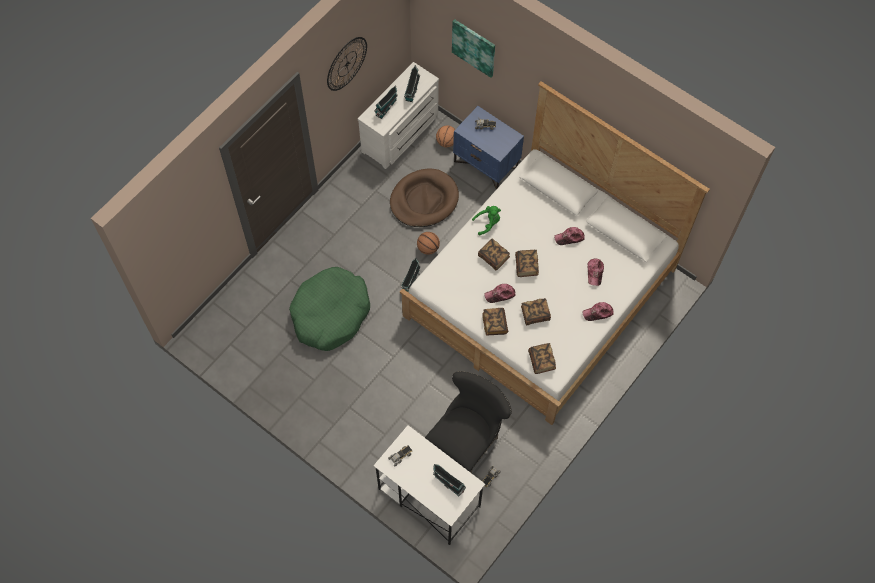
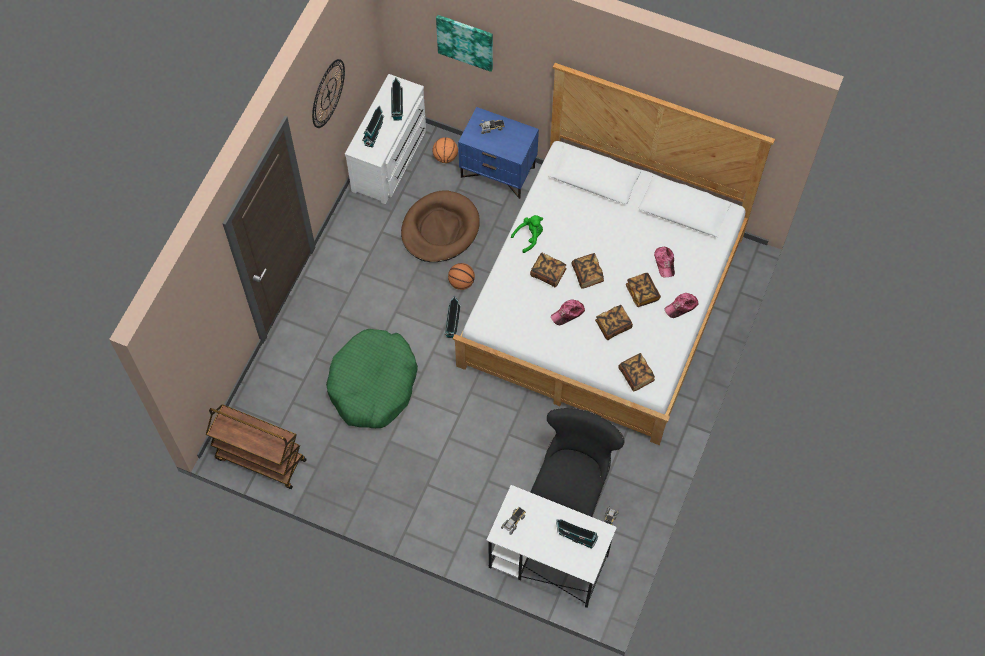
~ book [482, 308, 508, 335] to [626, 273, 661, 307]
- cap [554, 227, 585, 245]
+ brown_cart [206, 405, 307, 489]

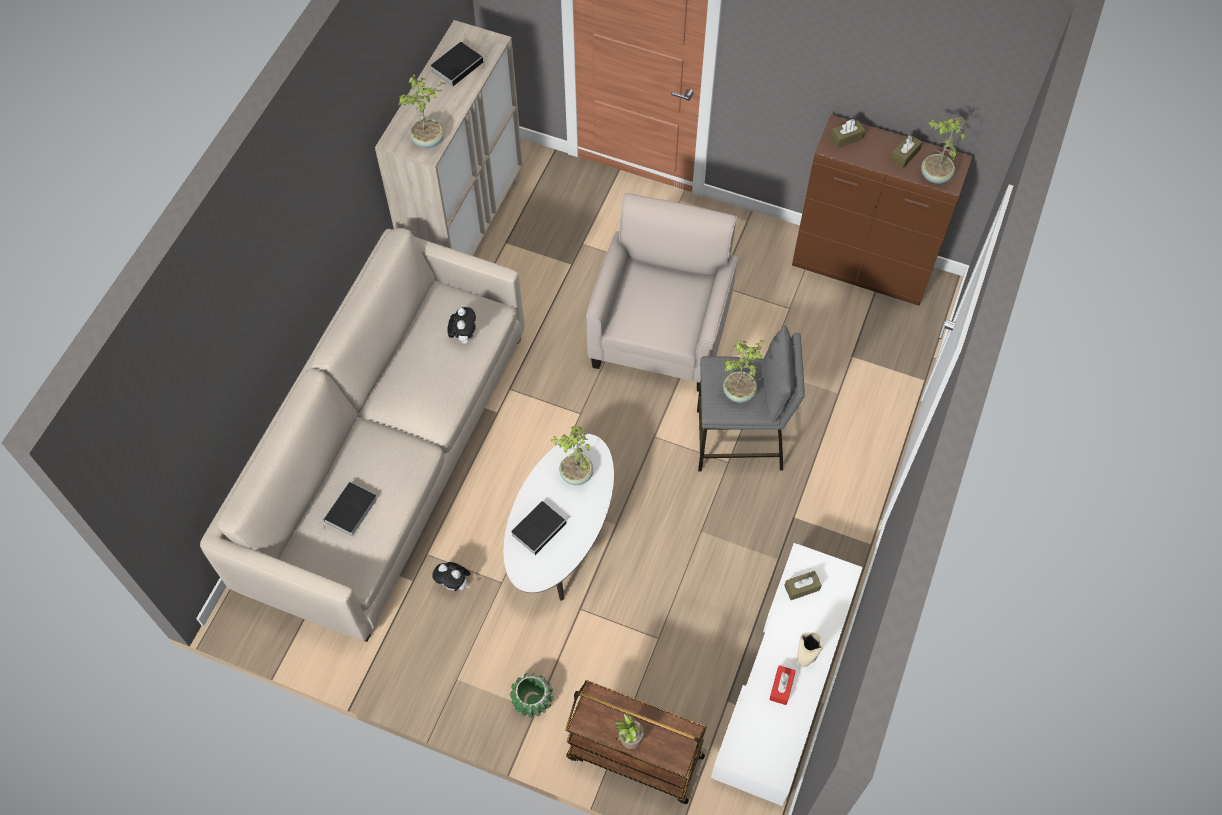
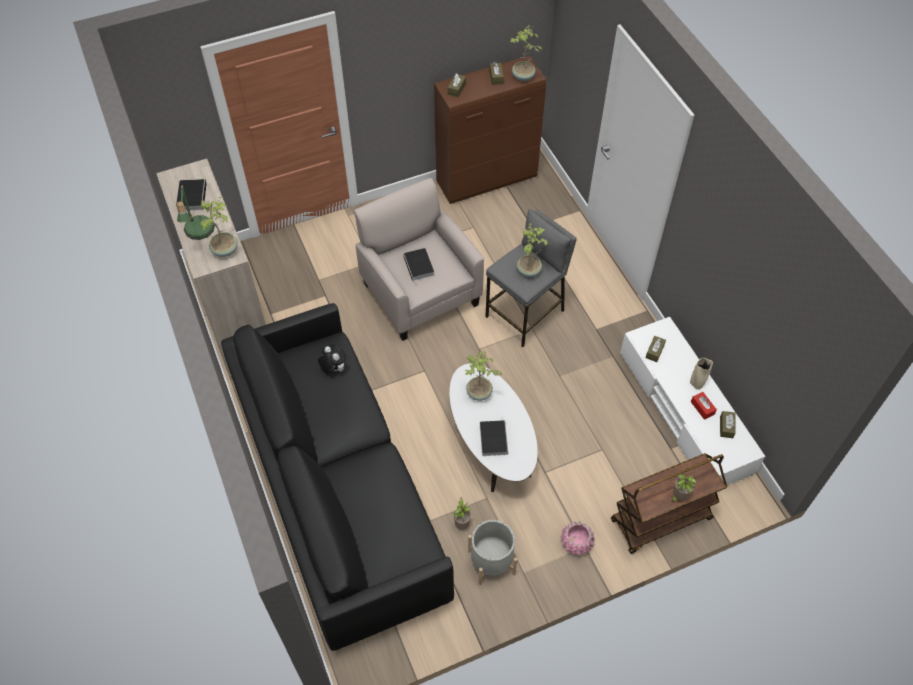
~ beige_sofa [200, 228, 524, 642] to black_sofa [221, 303, 454, 651]
~ book [321, 482, 377, 536] to [403, 248, 434, 284]
~ plush_toy [432, 562, 470, 591] to potted_plant [453, 497, 472, 529]
~ green_planter [510, 673, 553, 718] to pink_planter [560, 522, 595, 555]
+ table_lamp [176, 184, 215, 240]
+ grey_planter [468, 520, 518, 585]
+ brown_tissue_box [720, 411, 736, 438]

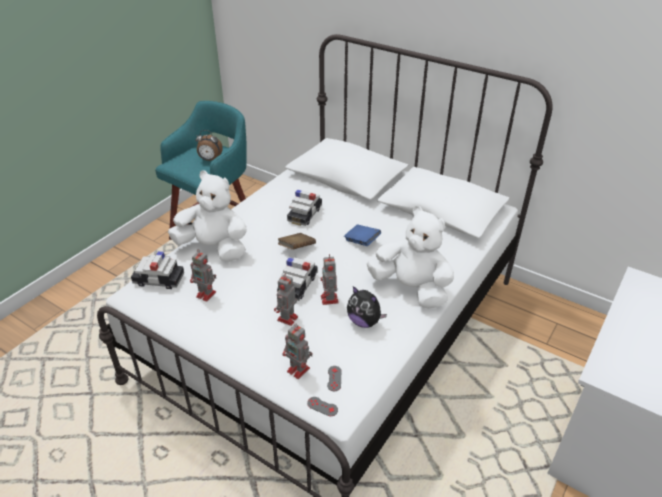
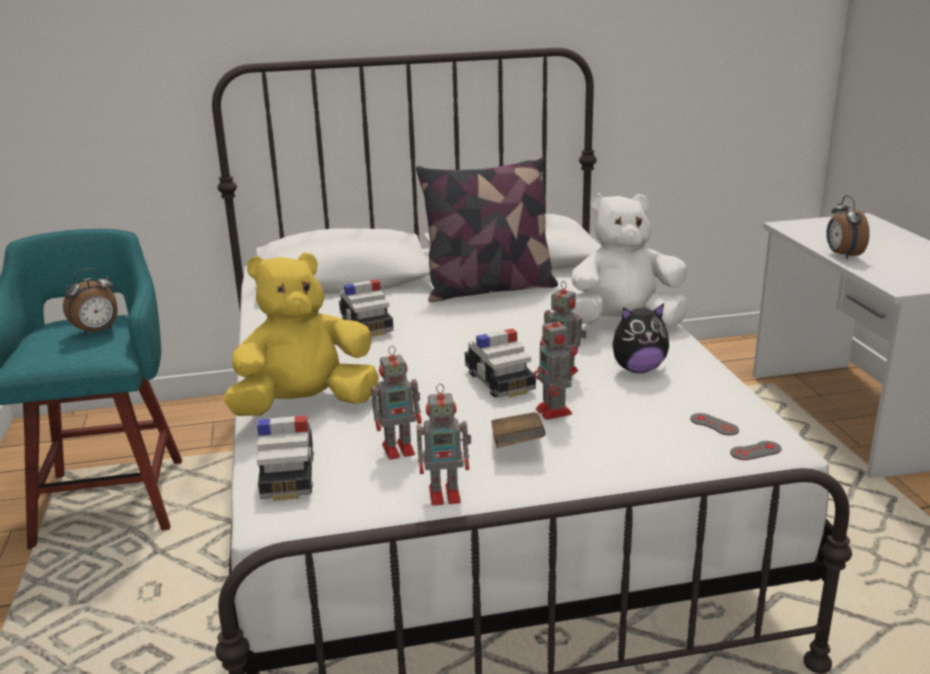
~ toy_car [131, 251, 184, 289] = [257, 415, 314, 501] 60 degrees counterclockwise
~ white_plush_toy [168, 170, 247, 262] to yellow_plush_toy [223, 252, 379, 416]
~ brown_book [278, 233, 316, 250] to [491, 412, 545, 448]
~ toy_robot [282, 323, 313, 379] to [416, 383, 471, 506]
- blue_book [344, 224, 381, 246]
+ pillow [416, 157, 558, 302]
+ alarm_clock [826, 195, 870, 259]

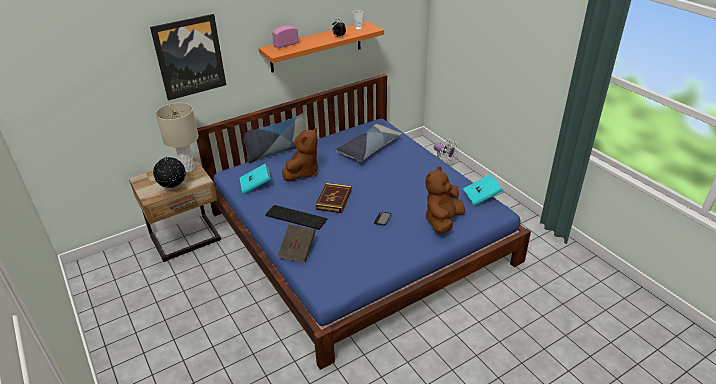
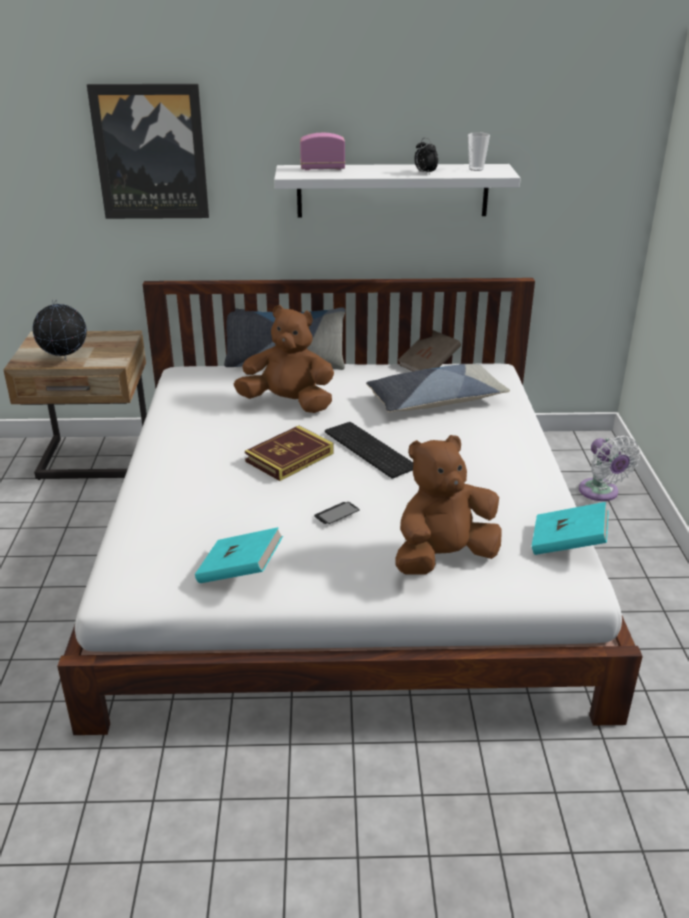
- beige_table_lamp [156, 103, 199, 172]
~ blue_bed [196, 74, 531, 370] to white_bed [57, 278, 643, 735]
~ turquoise_book [240, 164, 271, 194] to [195, 527, 283, 583]
~ orange_shelf [259, 21, 384, 73] to white_shelf [274, 164, 521, 217]
~ keyboard [265, 205, 327, 230] to [325, 422, 413, 479]
~ brown_book [278, 224, 316, 263] to [398, 330, 461, 371]
~ brown_plush_toy [282, 128, 318, 181] = [233, 305, 334, 413] 135 degrees counterclockwise

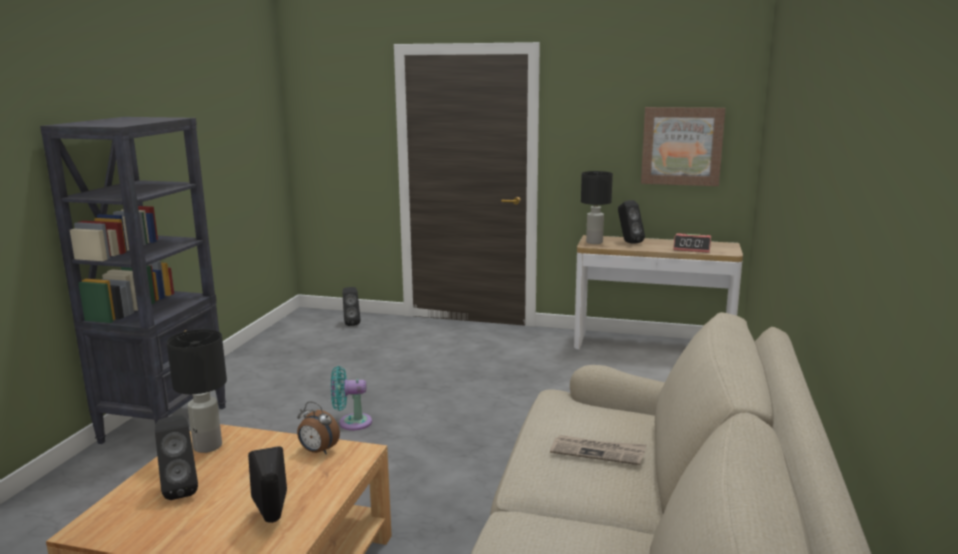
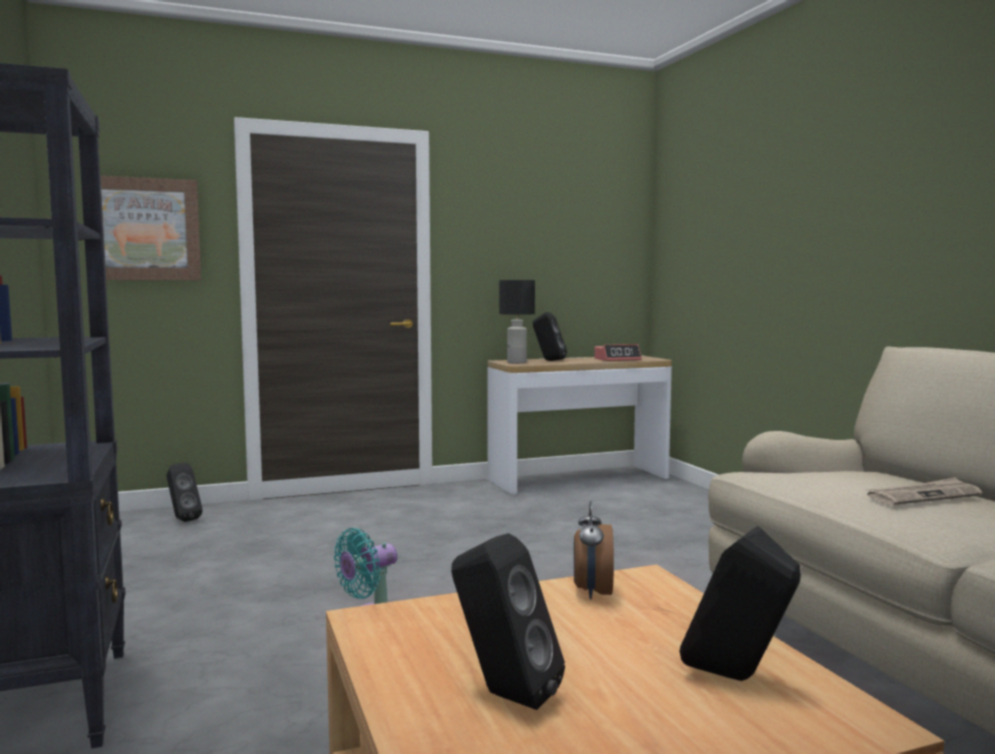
- black_table_lamp [167, 329, 227, 453]
~ alarm_clock [297, 402, 340, 454] = [574, 501, 614, 599] 105 degrees clockwise
~ picture [641, 107, 725, 186] to [100, 176, 201, 280]

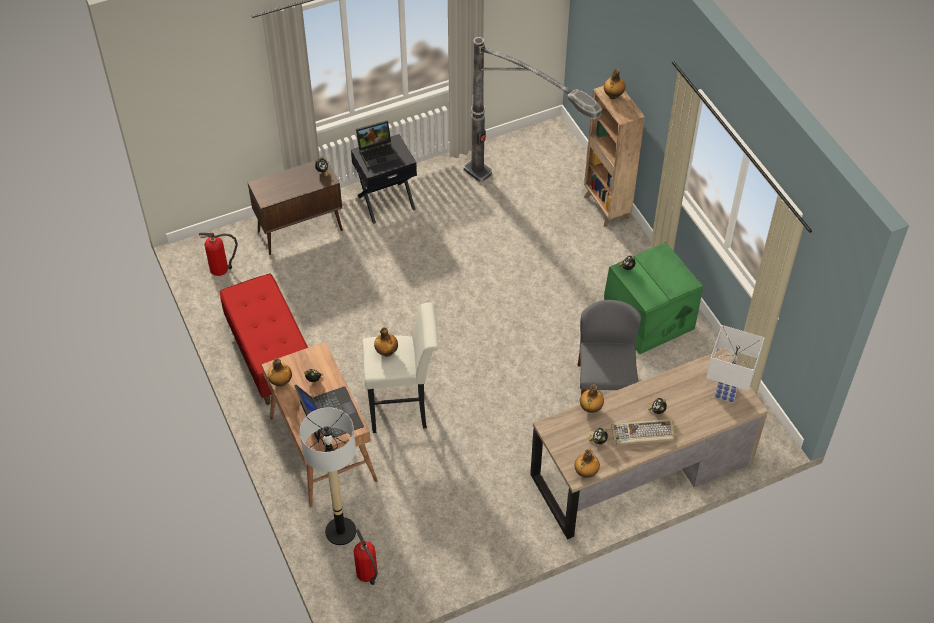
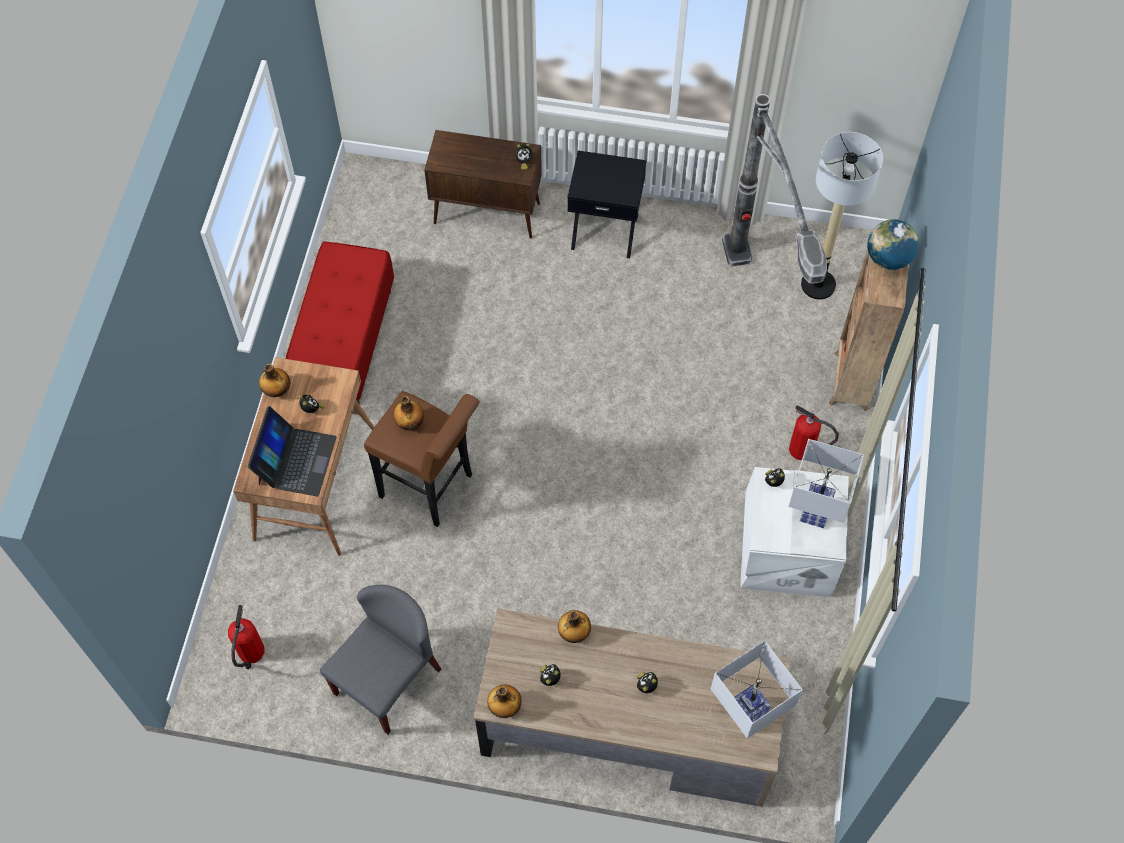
~ fire_extinguisher [199, 233, 238, 276] to [789, 406, 839, 460]
~ floor_lamp [300, 407, 356, 545] to [801, 132, 883, 300]
- laptop [356, 121, 399, 169]
~ white_stool [362, 303, 439, 433] to brown_stool [364, 391, 480, 527]
~ grey_chair [578, 300, 641, 395] to [320, 585, 442, 734]
~ bottle [604, 69, 625, 99] to globe [867, 219, 919, 270]
~ green_storage_box [604, 242, 703, 355] to white_storage_box [740, 467, 849, 597]
- keyboard [611, 419, 675, 445]
+ white_table_lamp [788, 439, 864, 528]

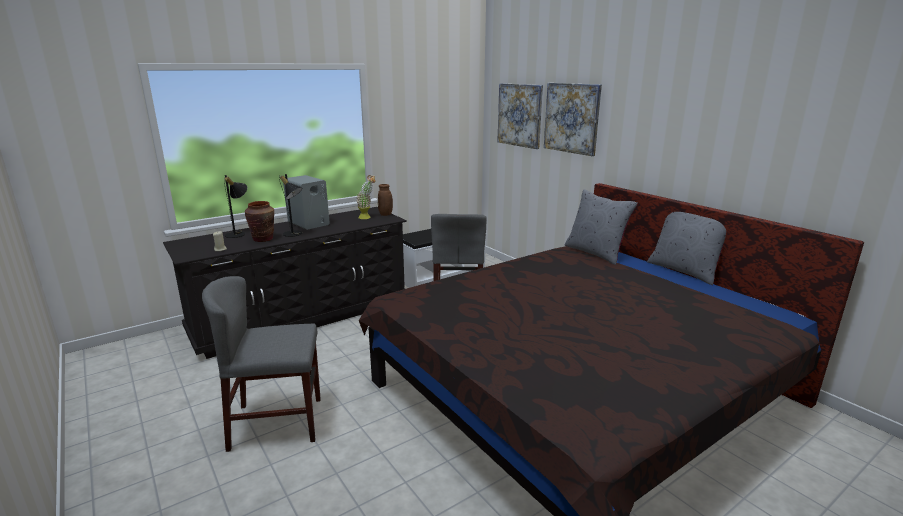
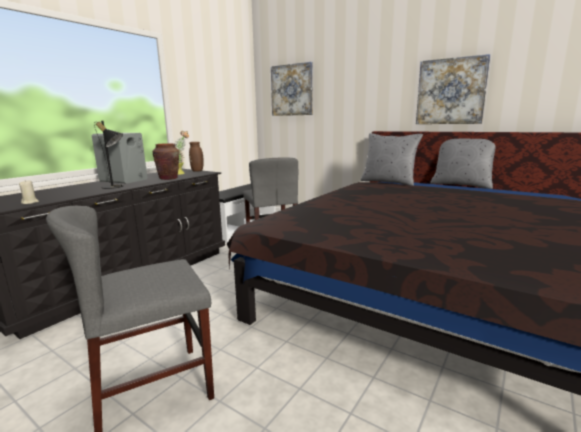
- black_table_lamp [224, 175, 247, 238]
~ brown_vase [245, 201, 274, 242] to [152, 143, 180, 180]
~ picture [544, 83, 602, 156] to [416, 54, 491, 124]

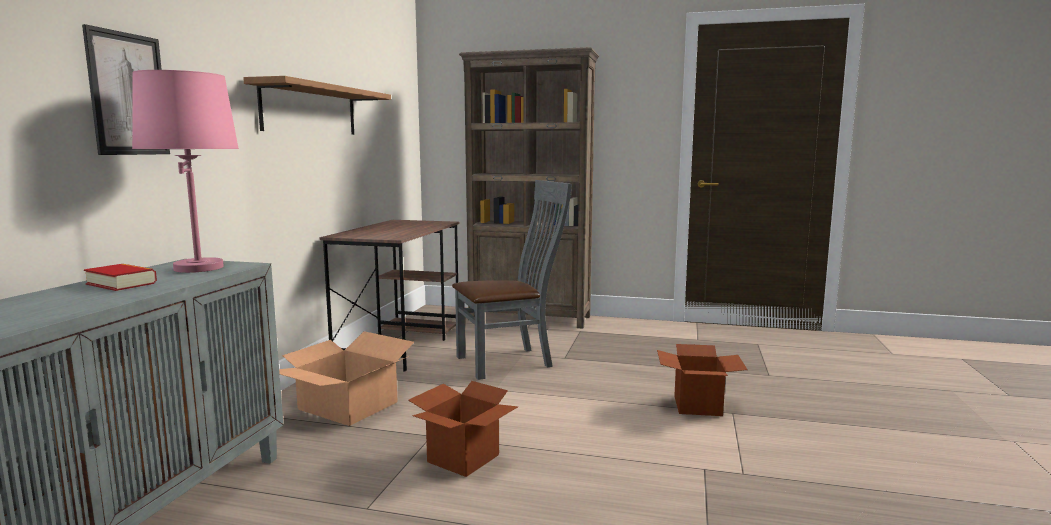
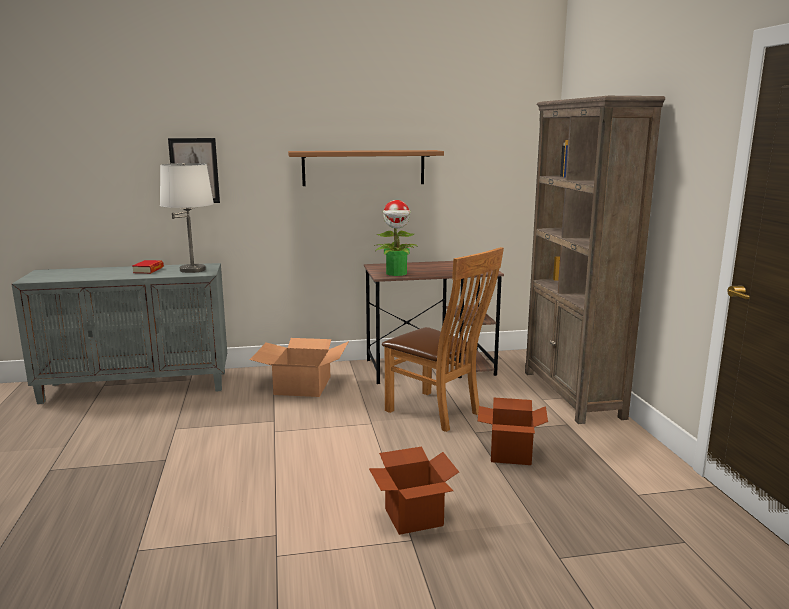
~ pink_table_lamp [132, 70, 239, 273] to white_table_lamp [160, 163, 214, 273]
~ cardboard_box [408, 381, 518, 477] to [478, 398, 548, 465]
~ grey_chair [452, 180, 572, 380] to brown_chair [382, 247, 504, 432]
+ potted_plant [374, 200, 418, 276]

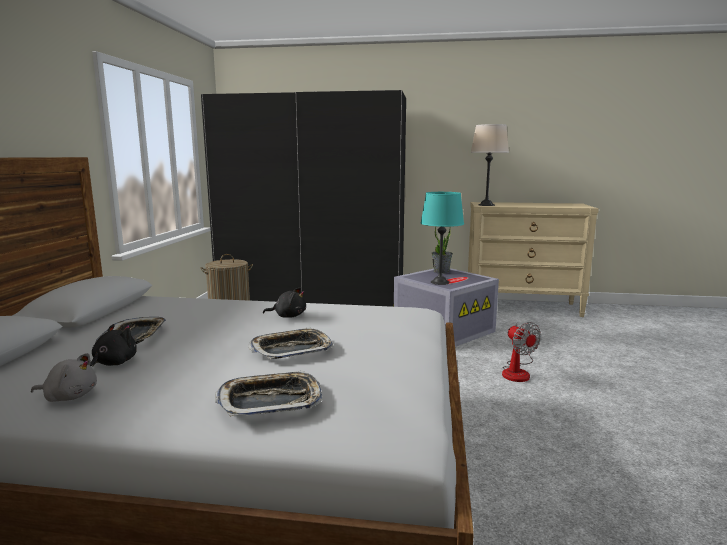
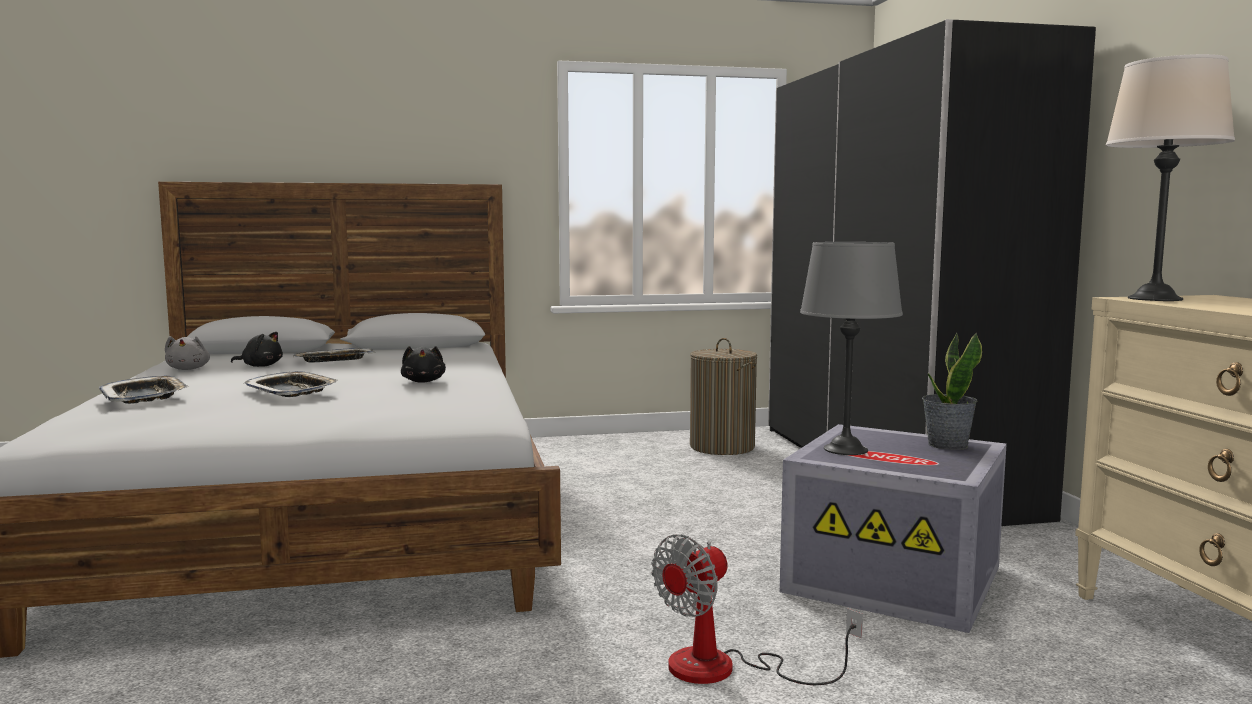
~ turquoise_table_lamp [421, 192, 464, 285] to grey_table_lamp [800, 242, 903, 455]

